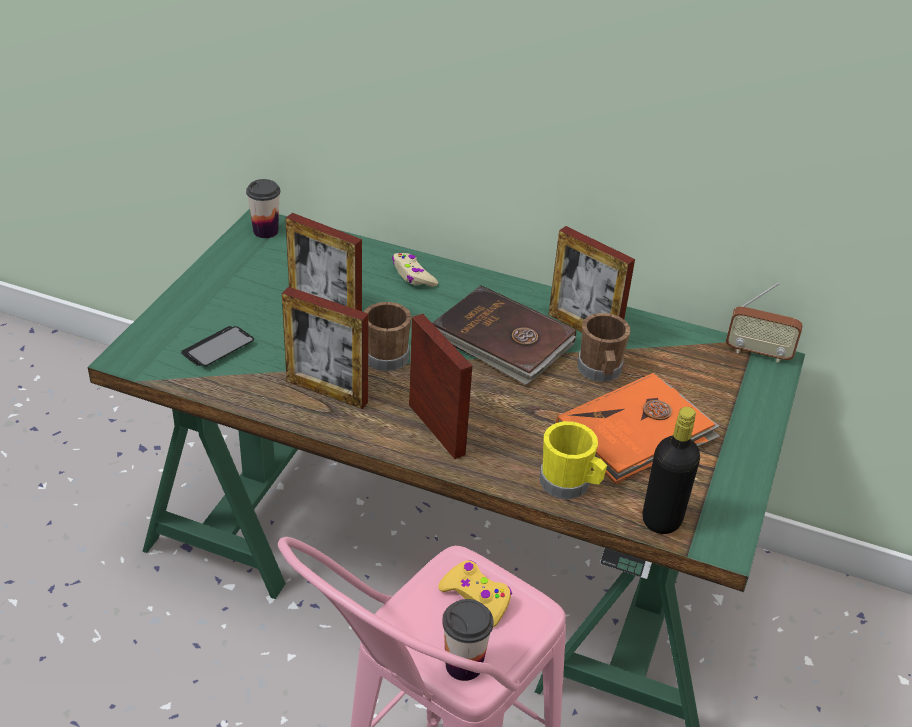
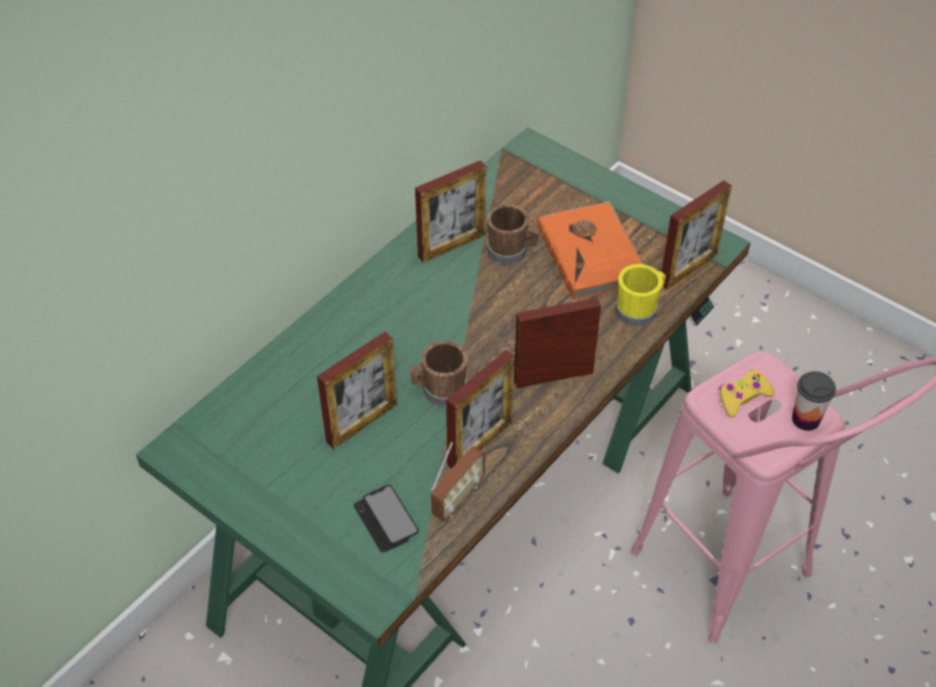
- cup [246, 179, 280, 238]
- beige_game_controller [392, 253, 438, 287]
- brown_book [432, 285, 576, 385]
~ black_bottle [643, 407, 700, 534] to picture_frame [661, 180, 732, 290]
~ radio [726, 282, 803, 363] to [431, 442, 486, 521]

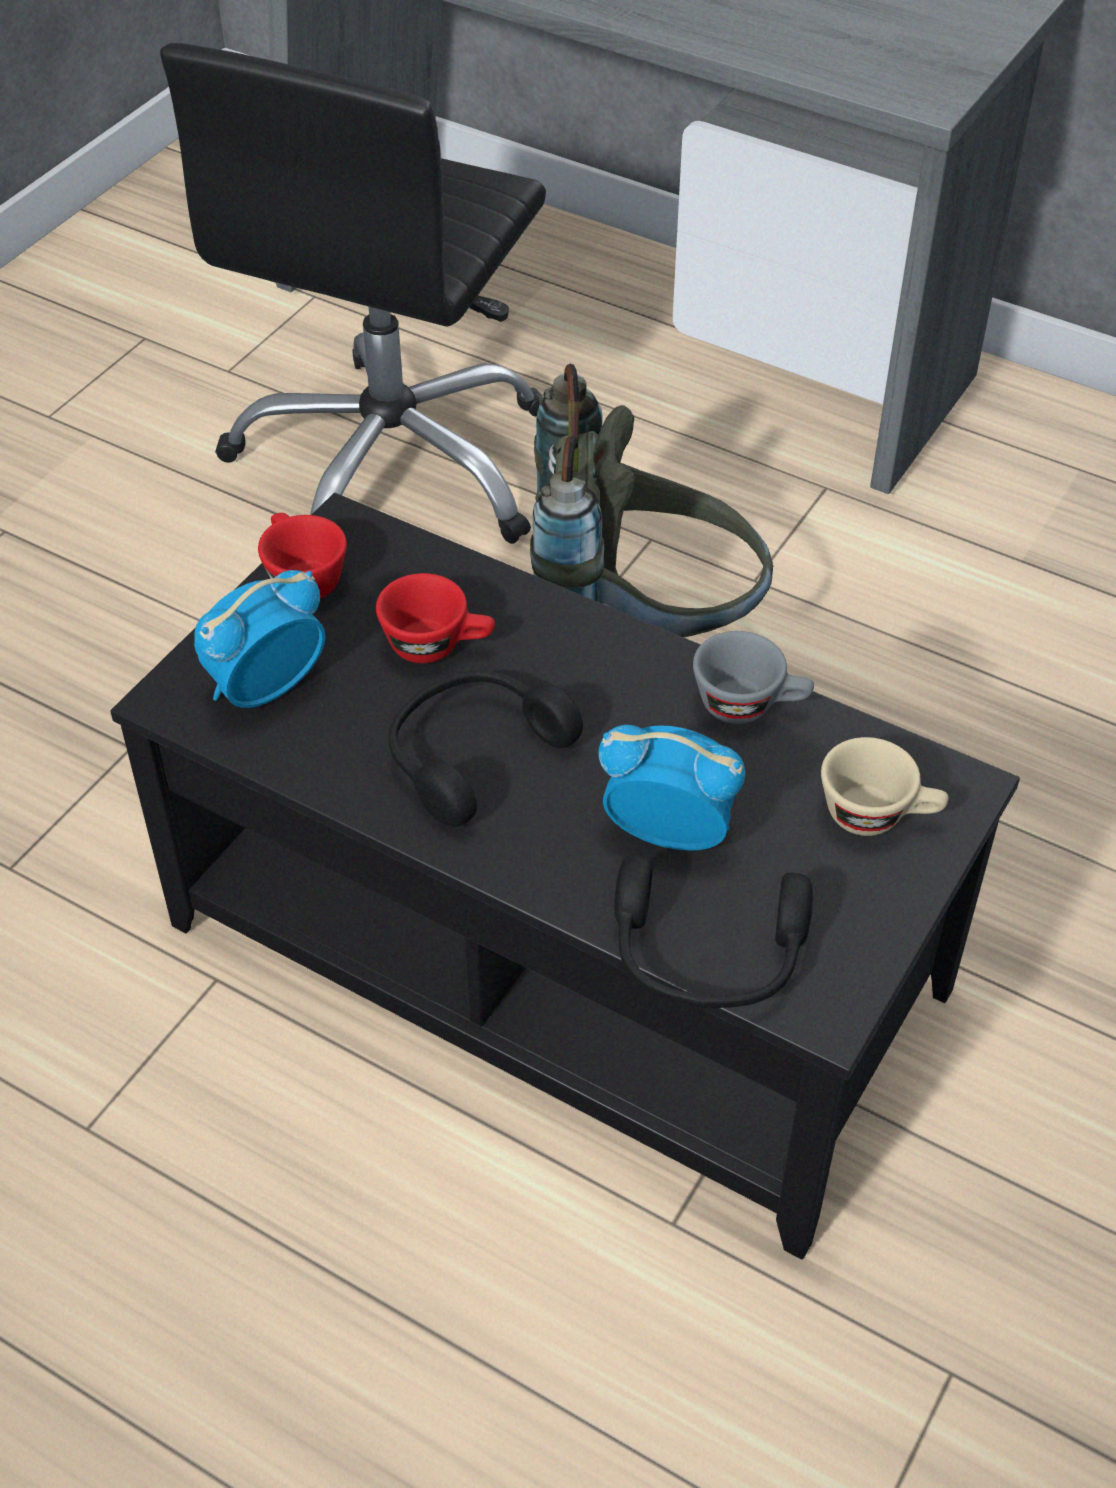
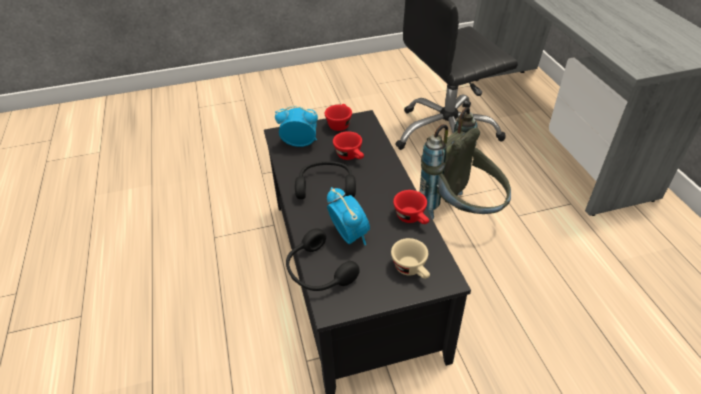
~ grey_cup [693, 631, 814, 724] to red_cup [393, 190, 429, 224]

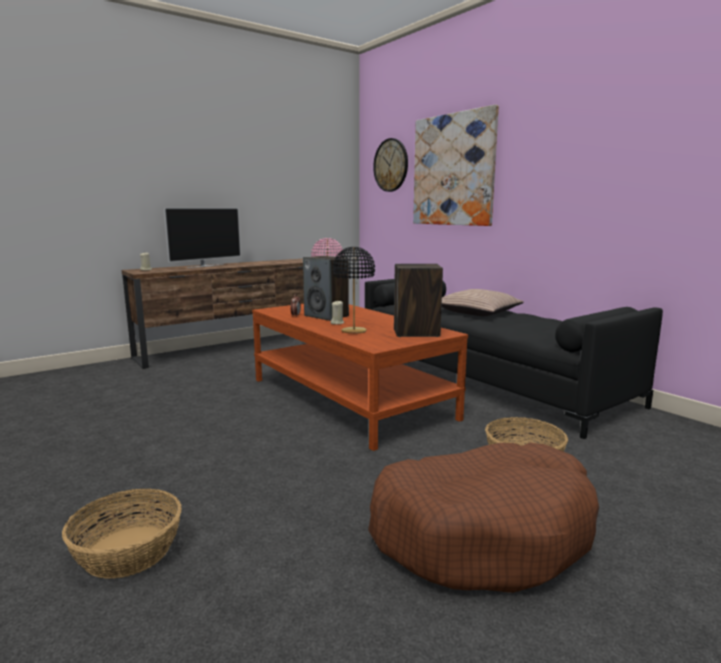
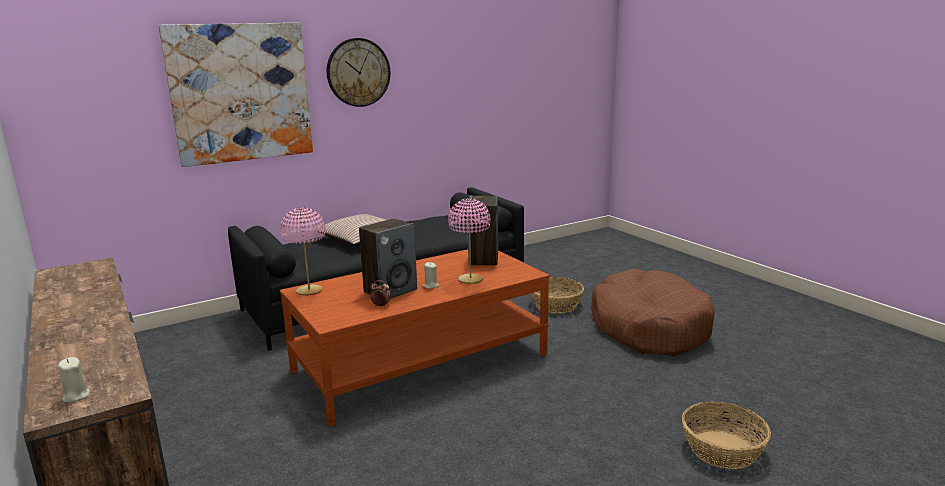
- television [164, 208, 241, 268]
~ black_table_lamp [332, 247, 375, 334] to pink_table_lamp [448, 198, 491, 284]
~ wall_clock [373, 138, 408, 192] to [327, 38, 391, 107]

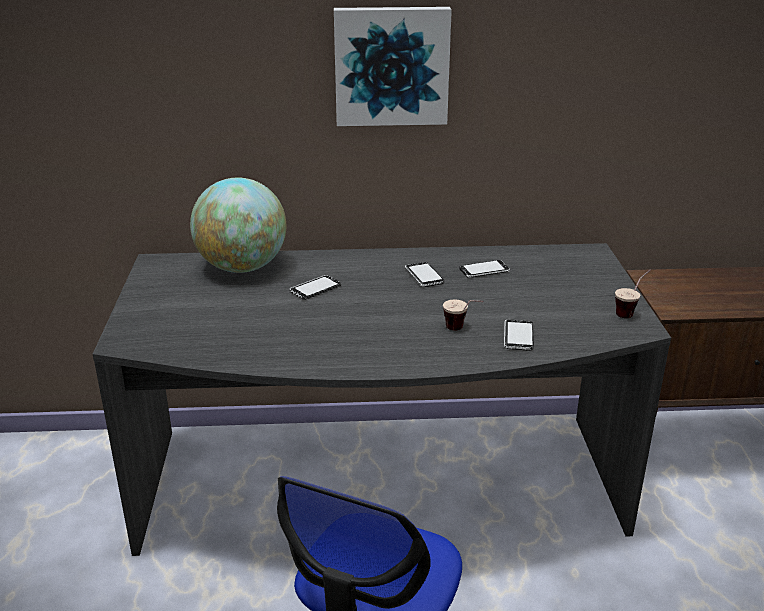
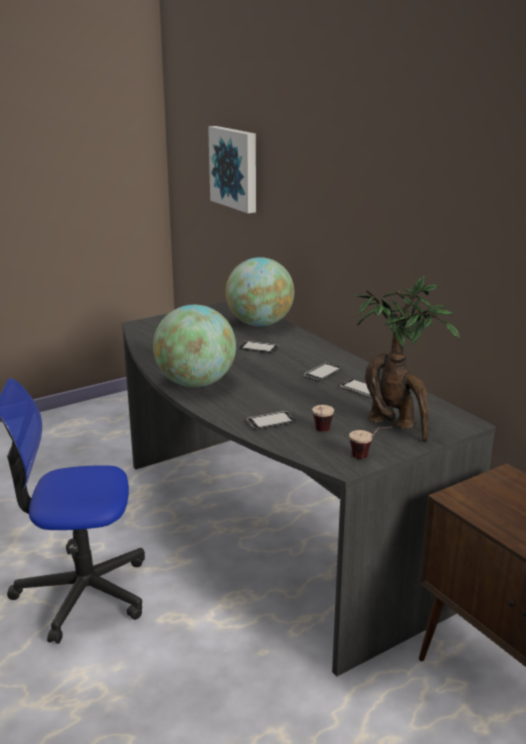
~ picture [334, 7, 452, 126] to [208, 126, 256, 213]
~ cup [443, 300, 483, 330] to [312, 405, 334, 432]
+ globe [153, 305, 236, 387]
+ potted_plant [355, 276, 460, 442]

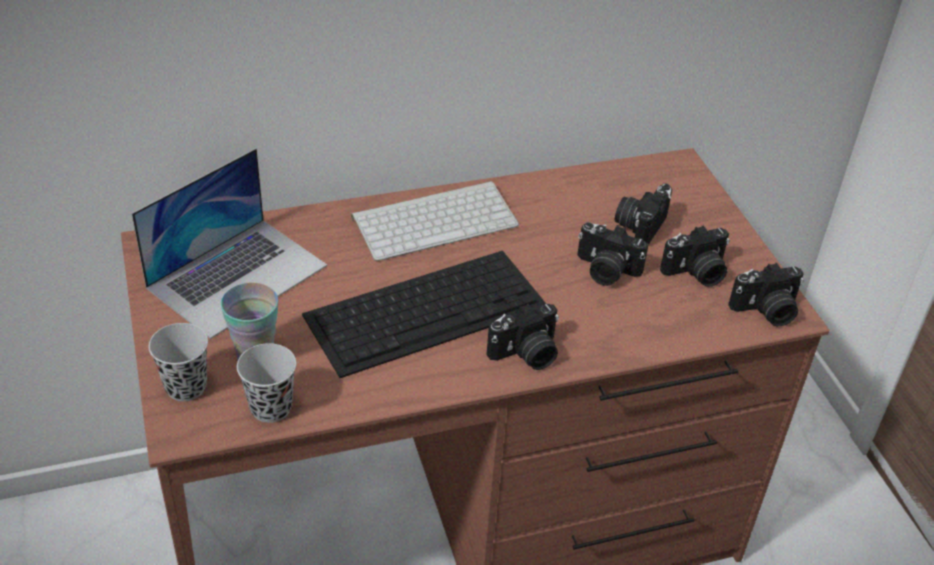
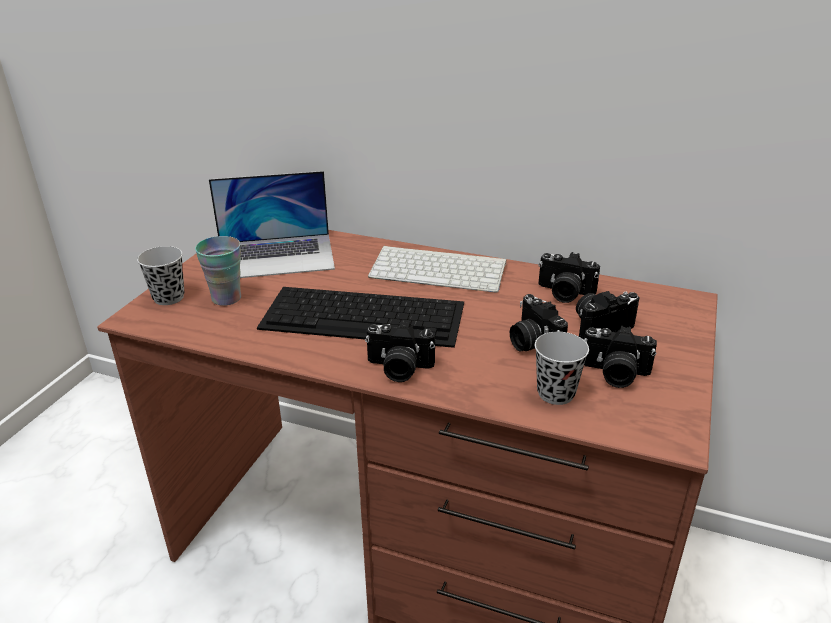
~ black_cup [237, 343, 296, 423] to [535, 332, 589, 405]
~ photo_camera [728, 263, 804, 326] to [538, 252, 600, 303]

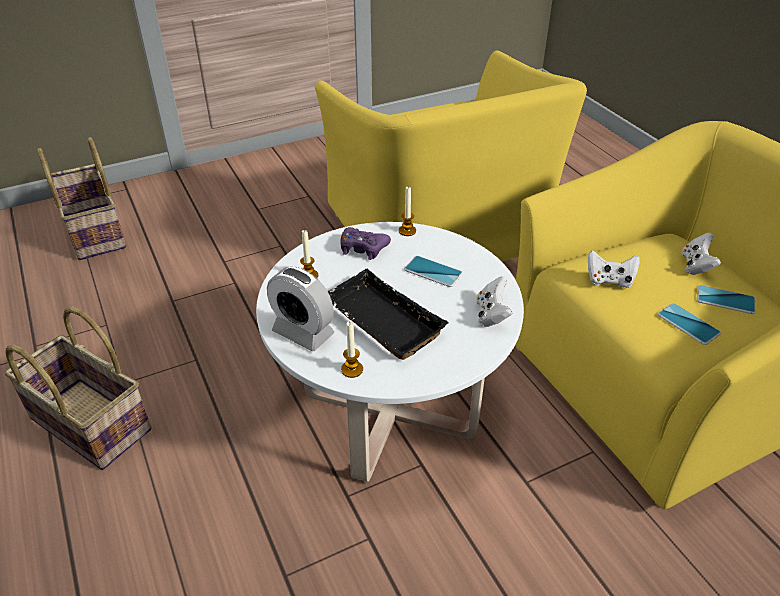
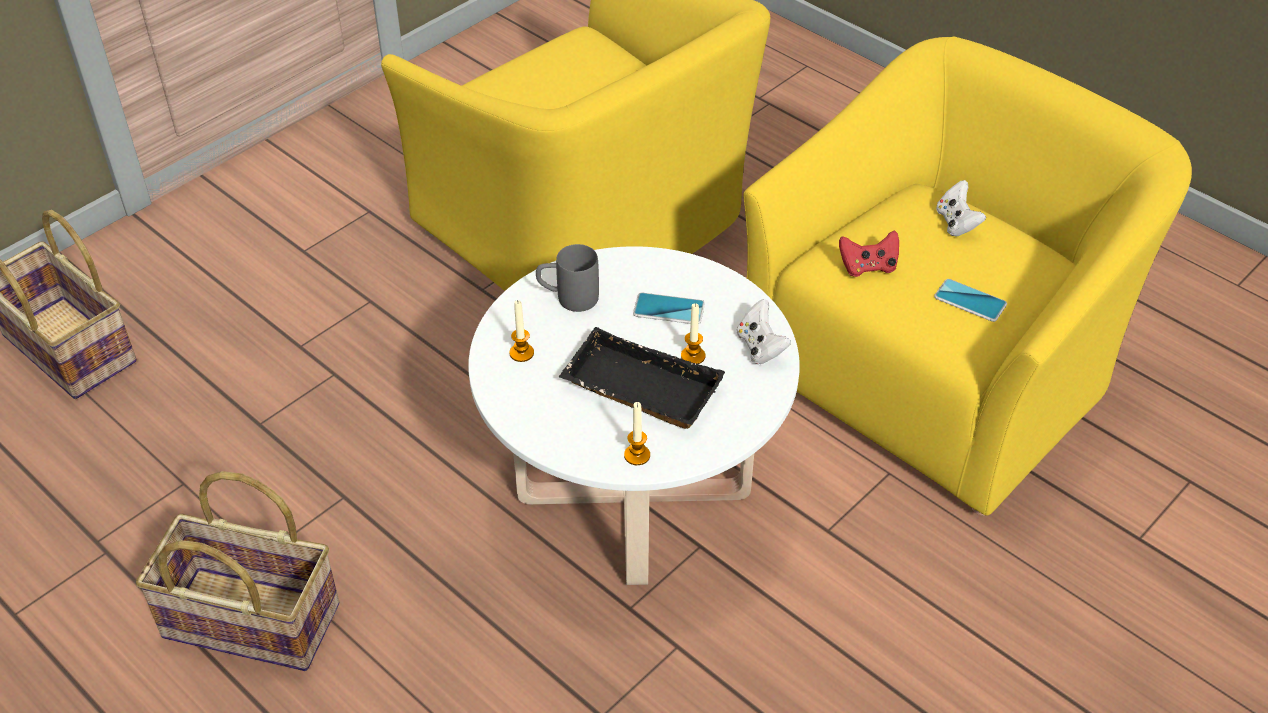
- alarm_clock [267, 267, 334, 351]
~ purple_game_controller [341, 227, 391, 260] to grey_mug [536, 244, 599, 312]
~ candle [399, 186, 416, 236] to [681, 303, 705, 364]
~ white_game_controller [588, 251, 640, 288] to red_game_controller [839, 231, 899, 277]
- phone [697, 285, 756, 314]

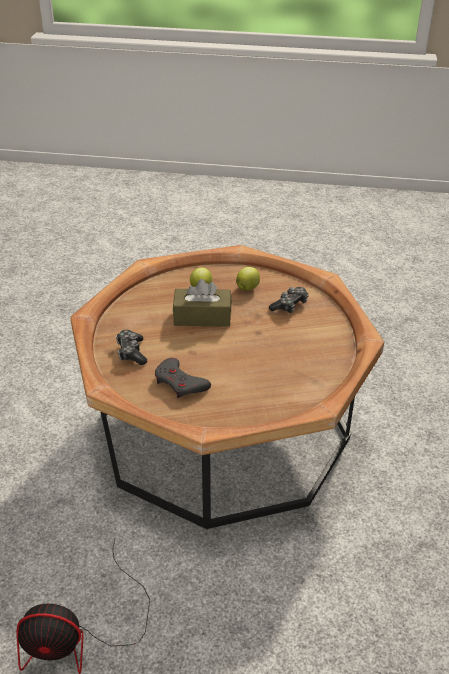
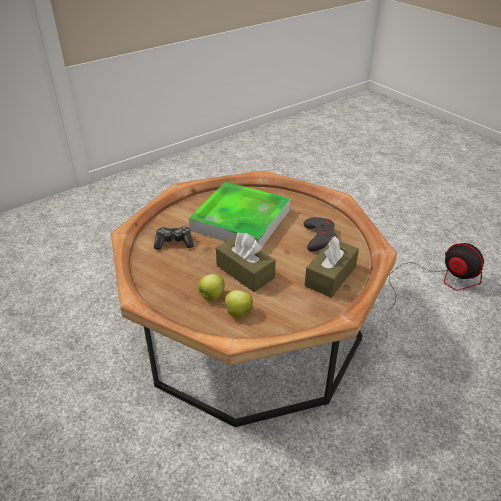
~ game_controller [116, 330, 147, 365] to brown_tissue_box [305, 236, 359, 298]
~ apple [236, 267, 260, 290] to [222, 290, 253, 317]
+ tray [189, 182, 290, 246]

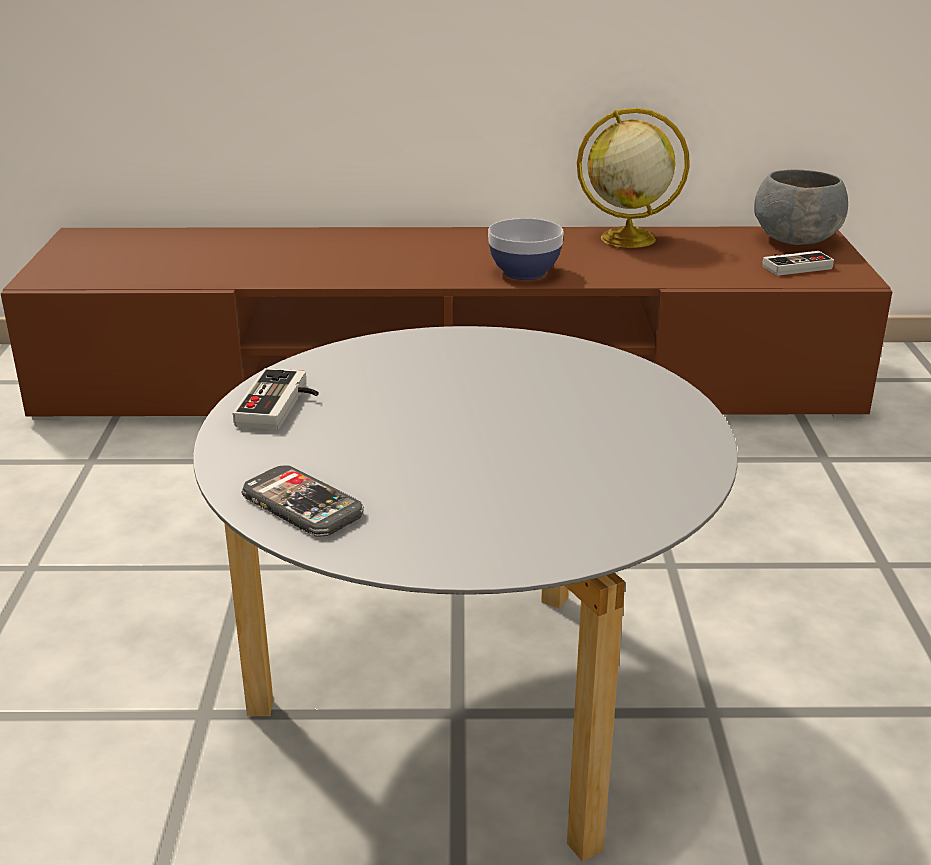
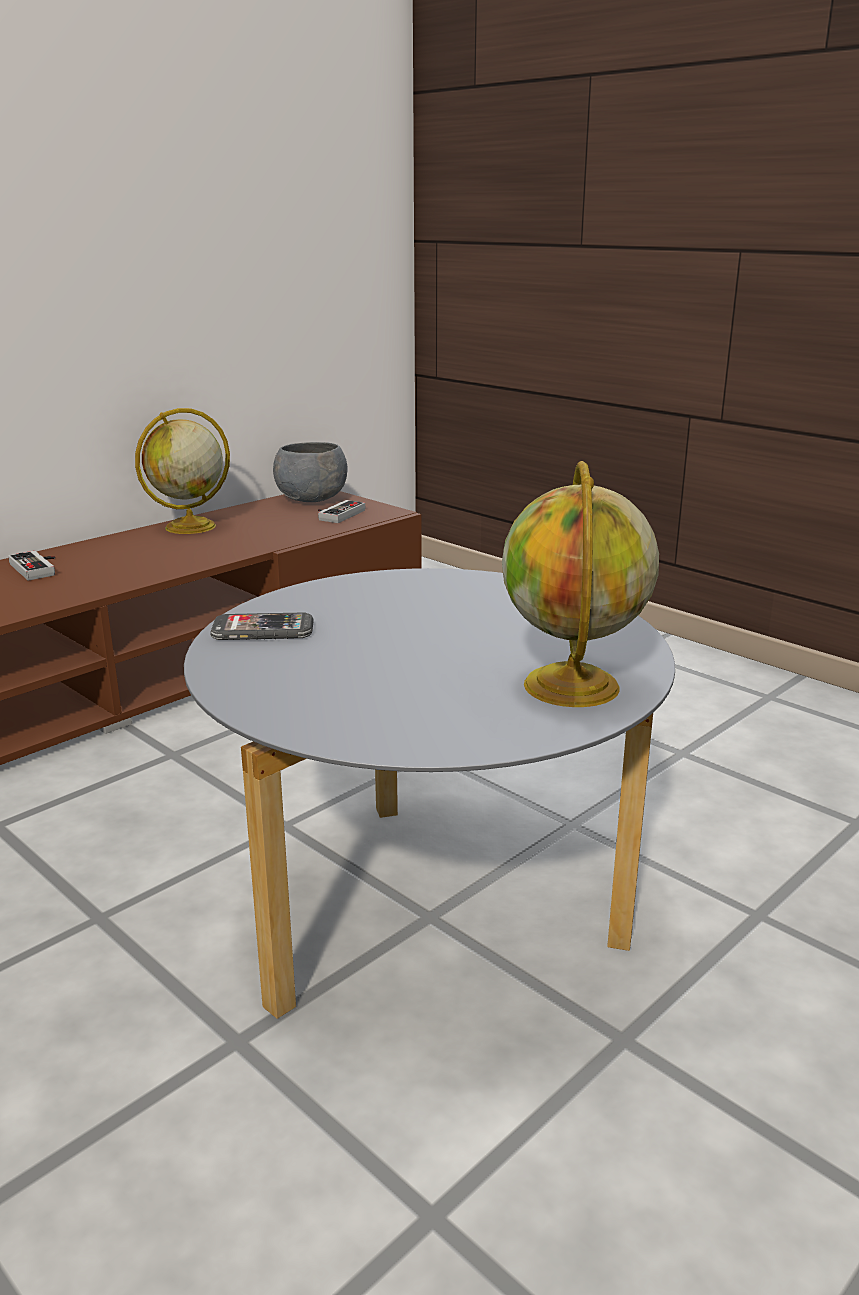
~ game_controller [233, 368, 319, 430] to [8, 551, 55, 581]
~ phone [242, 465, 364, 537] to [210, 613, 314, 640]
- bowl [488, 218, 564, 280]
+ globe [502, 461, 659, 707]

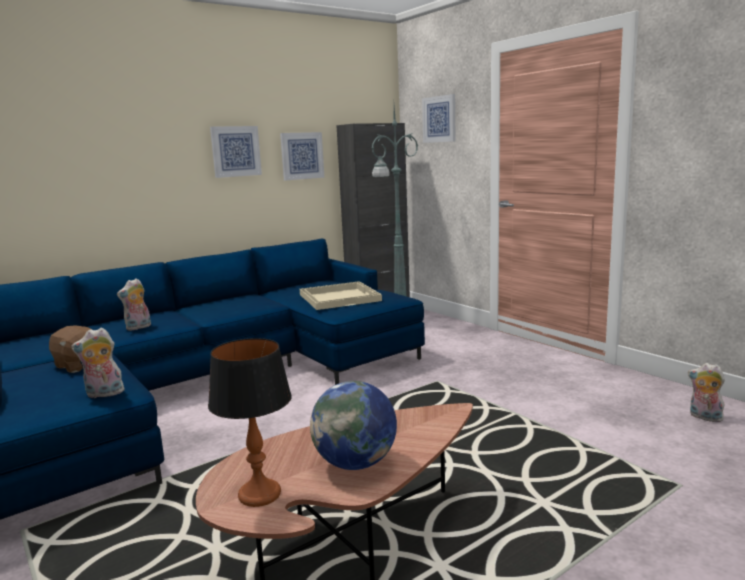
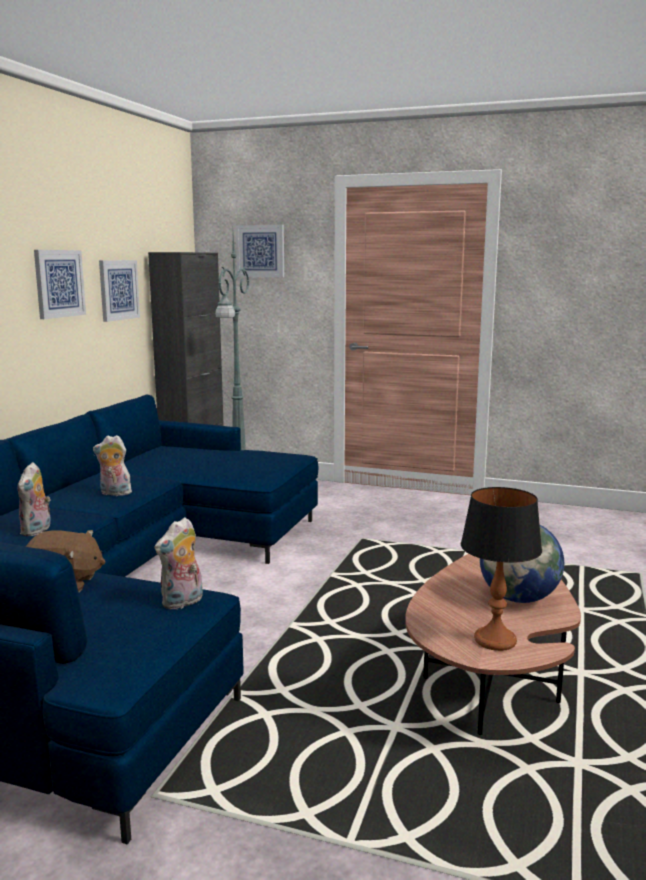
- beige_tray [300, 281, 382, 310]
~ plush_toy [688, 363, 725, 422] to [93, 435, 132, 496]

